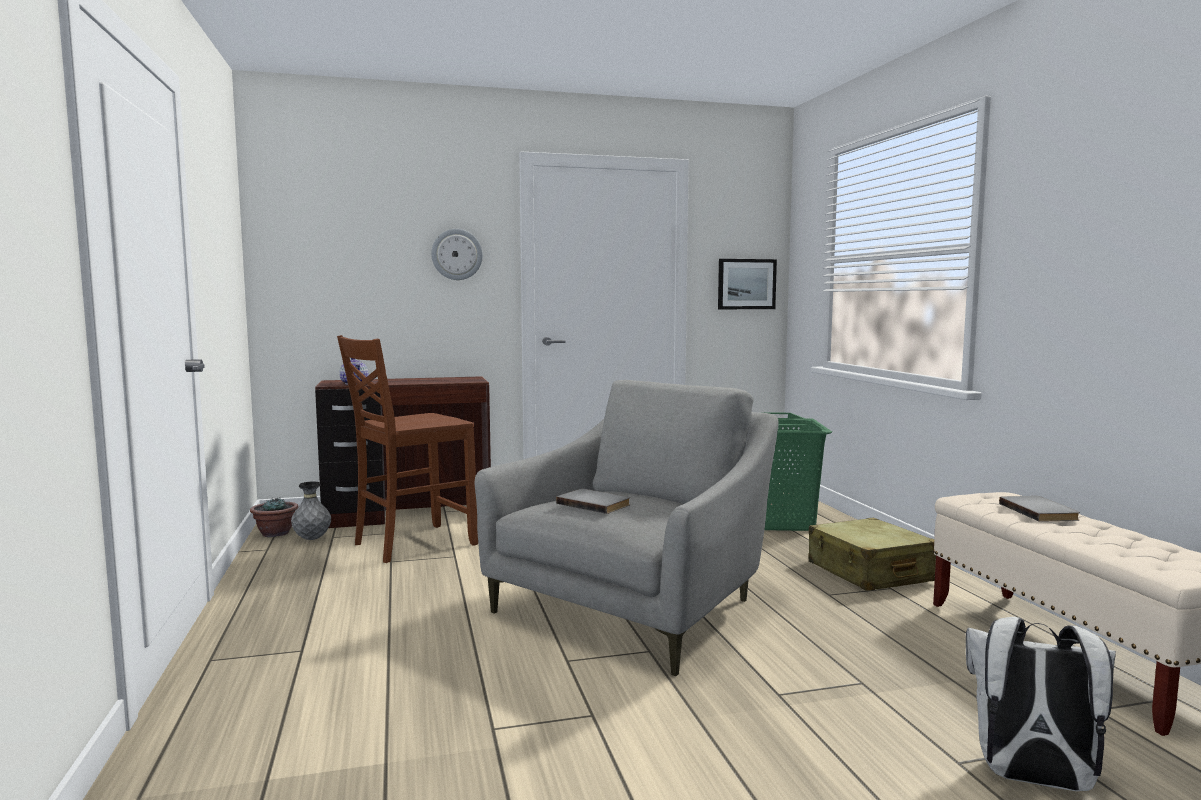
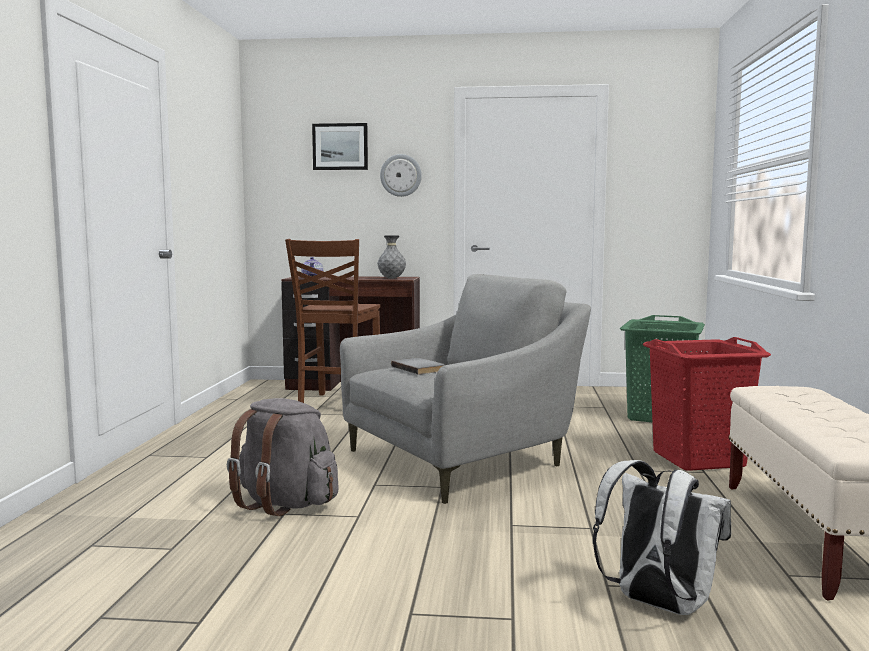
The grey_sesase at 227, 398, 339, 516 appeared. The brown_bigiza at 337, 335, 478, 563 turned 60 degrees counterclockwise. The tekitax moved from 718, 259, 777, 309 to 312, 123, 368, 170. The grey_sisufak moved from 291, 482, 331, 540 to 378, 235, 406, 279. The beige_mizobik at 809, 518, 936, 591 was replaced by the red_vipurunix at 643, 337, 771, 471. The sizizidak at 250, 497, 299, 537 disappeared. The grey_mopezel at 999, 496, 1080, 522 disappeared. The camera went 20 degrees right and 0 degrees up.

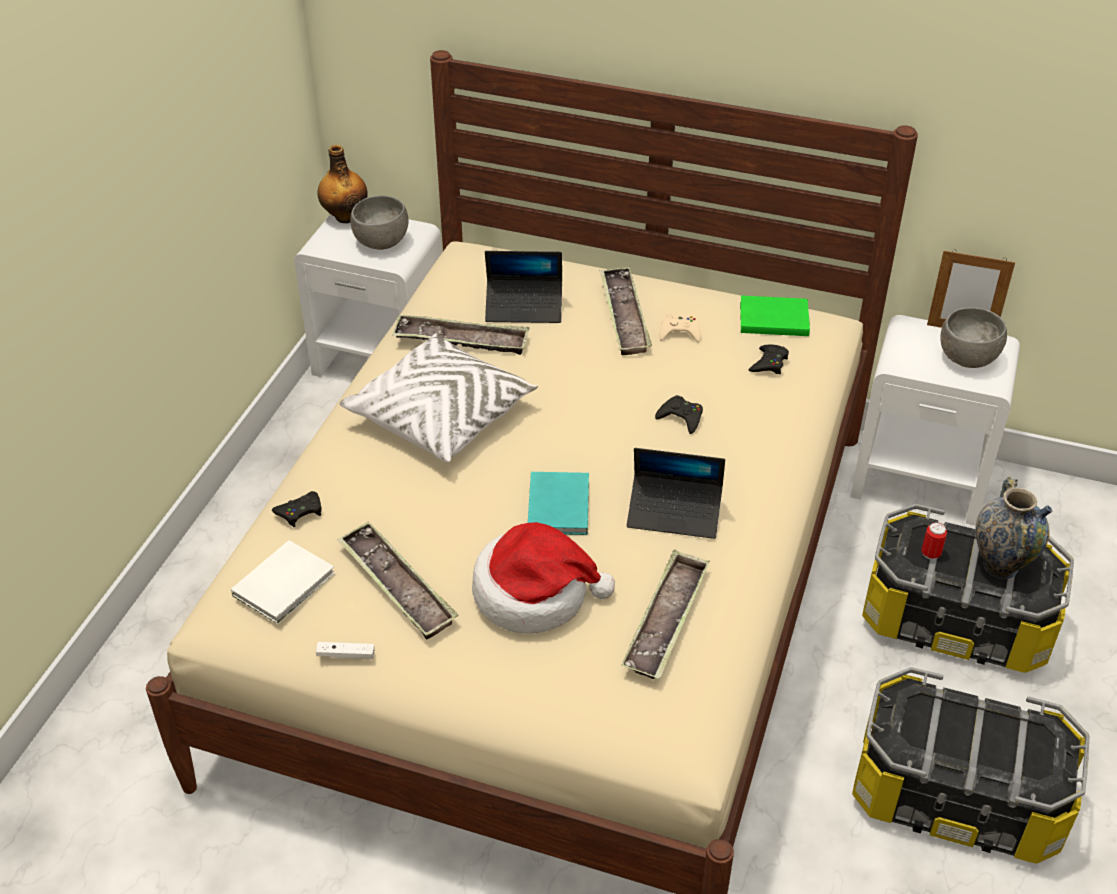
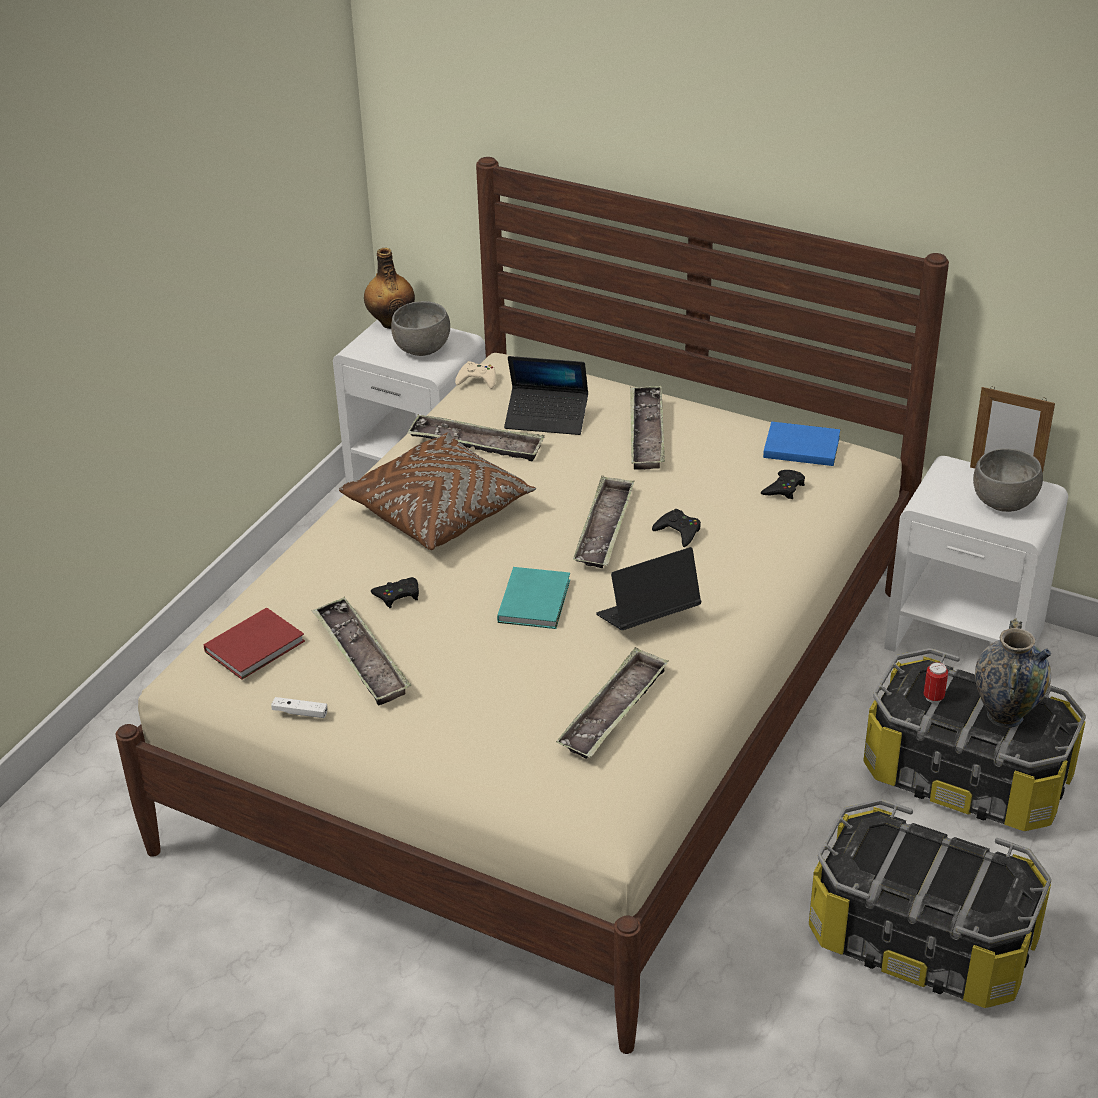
The white_mopezel at 231, 540, 335, 624 became the red_mopezel at 204, 607, 305, 680. The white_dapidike at 339, 333, 538, 463 became the brown_dapidike at 339, 432, 536, 550. The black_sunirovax moved from 272, 491, 321, 527 to 371, 577, 419, 608. The beige_sunirovax moved from 659, 314, 701, 342 to 455, 361, 496, 389. The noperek at 573, 476, 635, 568 appeared. The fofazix at 627, 448, 725, 539 turned 135 degrees clockwise. The green_mopezel at 740, 296, 810, 336 became the blue_mopezel at 763, 421, 840, 466. The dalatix at 472, 522, 615, 634 disappeared. The camera went 10 degrees right and 5 degrees down.

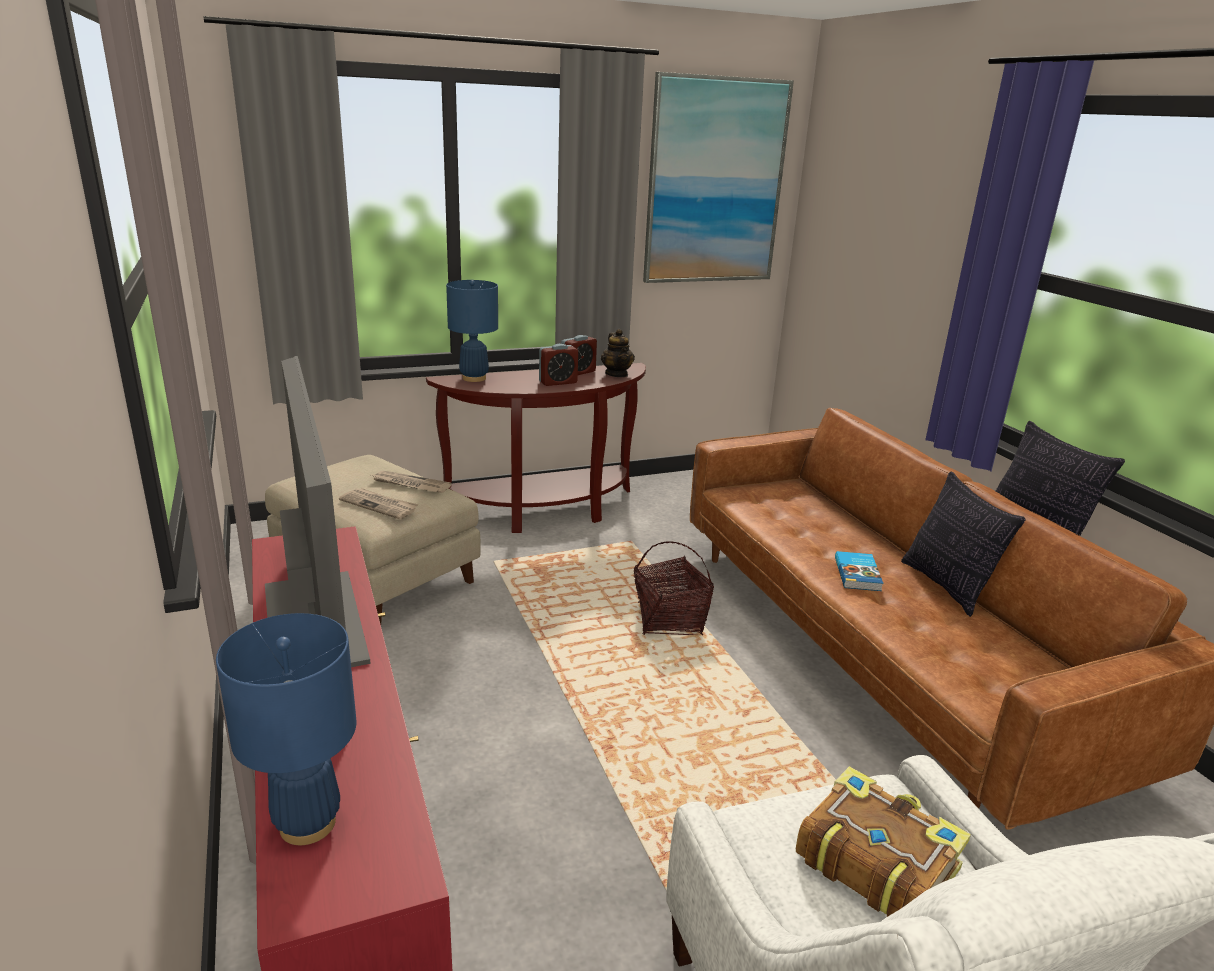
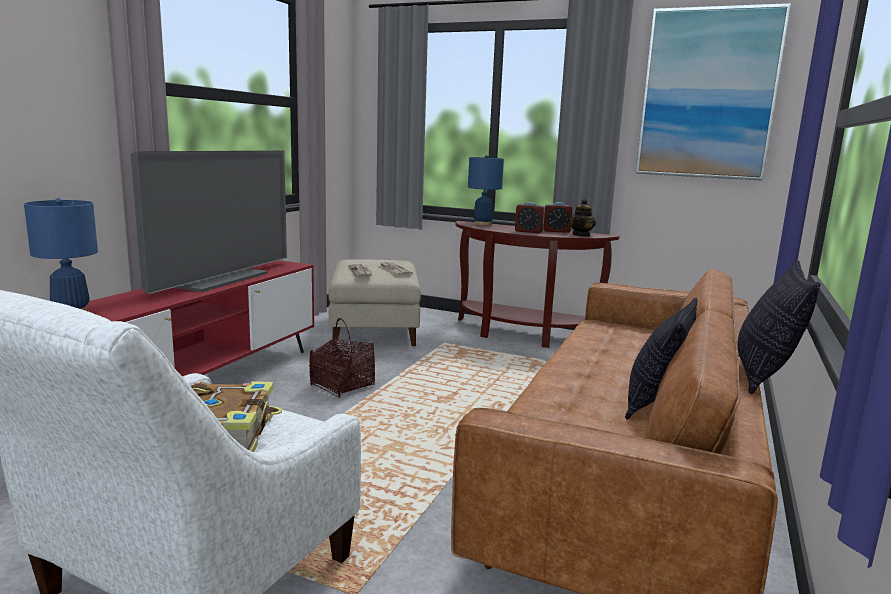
The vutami moved from 633, 542, 714, 635 to 309, 318, 375, 398. The mopezel at 835, 551, 883, 591 disappeared. The camera went 45 degrees right and 10 degrees down.

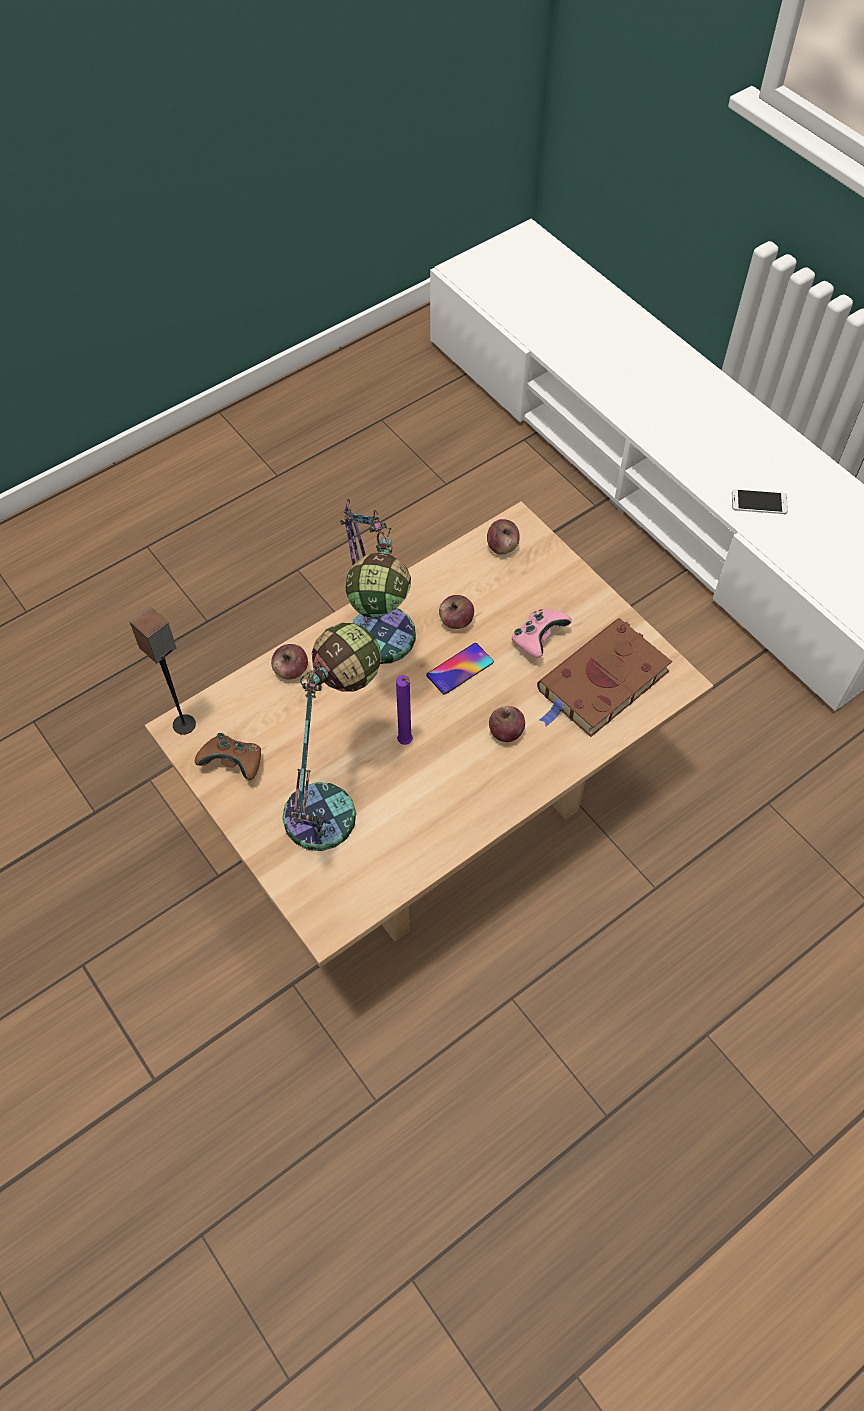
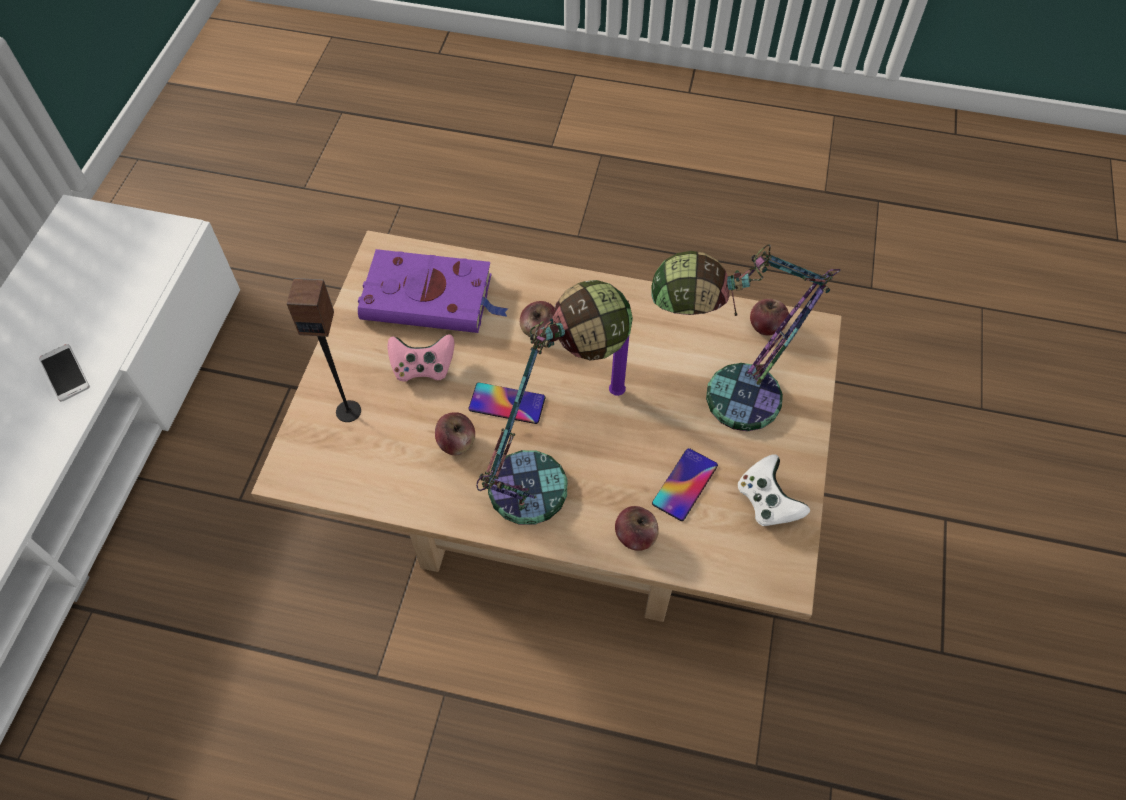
The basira moved from 130, 606, 196, 735 to 287, 278, 361, 422. The brown_mopezel at 537, 618, 672, 737 became the purple_mopezel at 358, 249, 509, 333. The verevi at 652, 448, 718, 521 appeared. The brown_sunirovax at 195, 733, 261, 780 became the white_sunirovax at 738, 454, 810, 526. The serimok moved from 487, 519, 520, 555 to 750, 299, 789, 335. The camera went 130 degrees left and 0 degrees up.

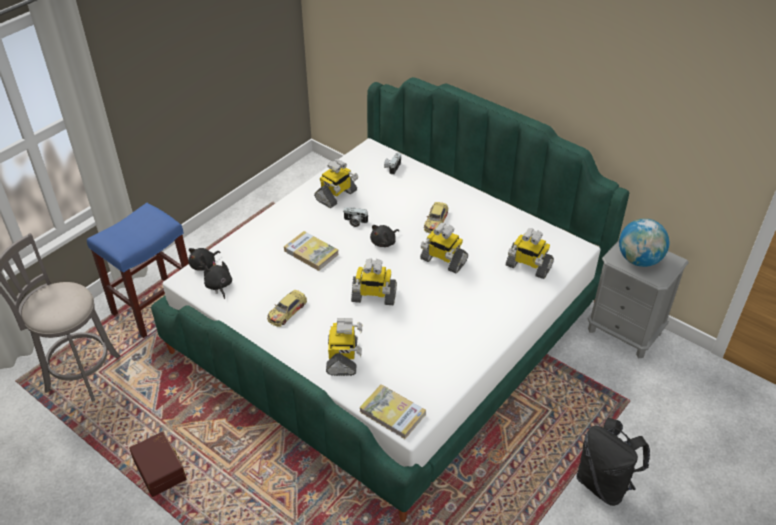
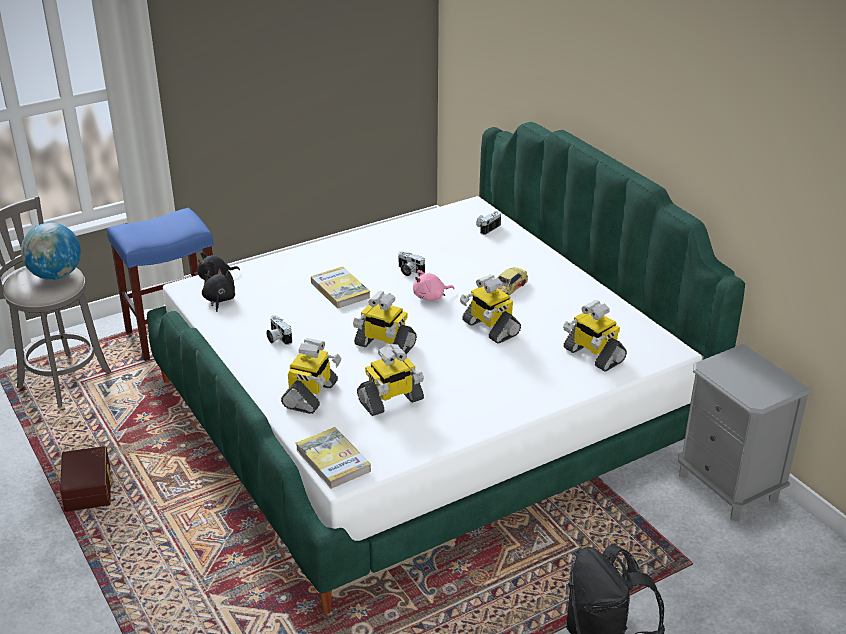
The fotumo moved from 619, 219, 669, 267 to 21, 223, 81, 280. The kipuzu at 267, 290, 307, 327 was replaced by the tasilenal at 266, 315, 292, 345. The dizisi moved from 314, 159, 358, 208 to 357, 344, 424, 416. The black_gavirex at 370, 225, 399, 247 became the pink_gavirex at 413, 270, 455, 301. The camera went 20 degrees right and 10 degrees down.

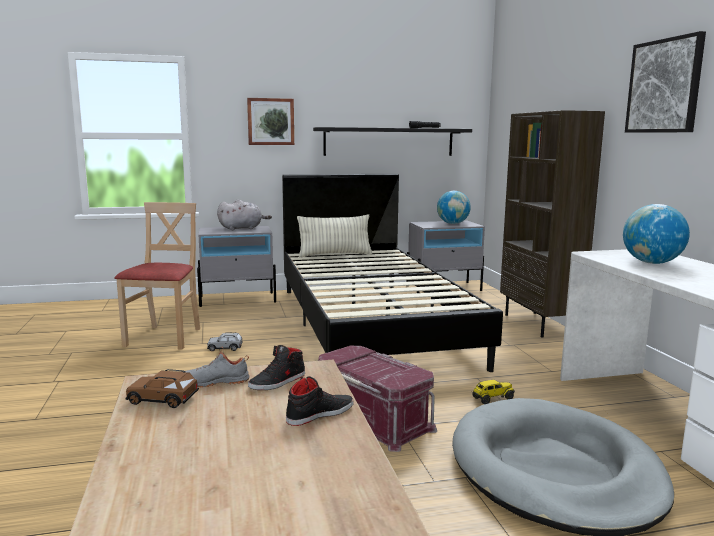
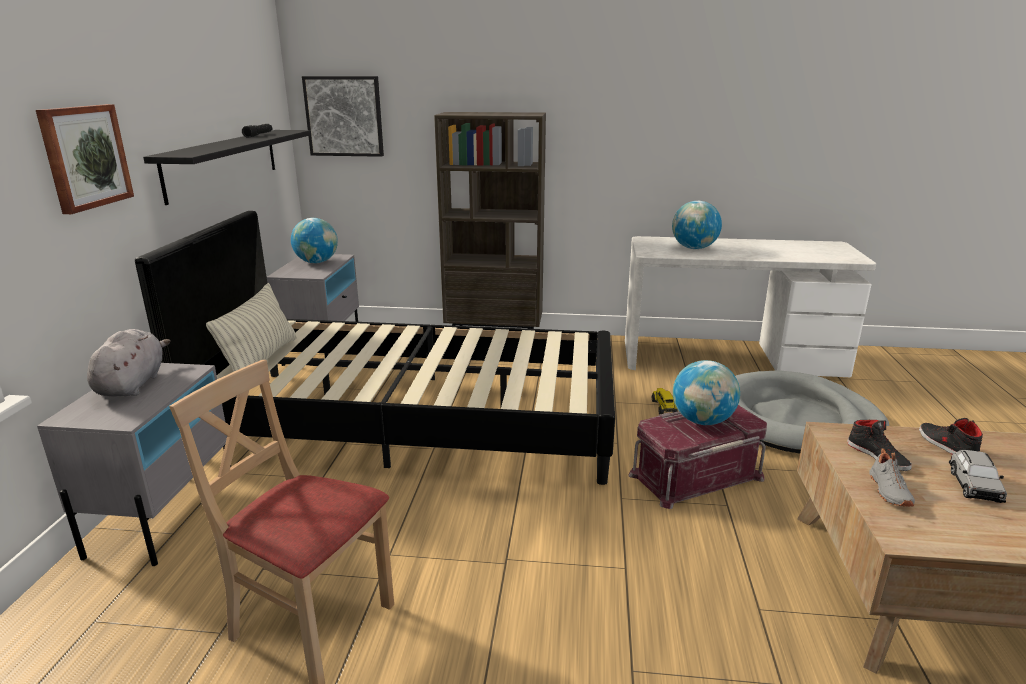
The tekitax moved from 625, 31, 706, 133 to 302, 76, 384, 157. The fotumo at 673, 360, 740, 425 appeared. The grey_kipuzu moved from 207, 332, 243, 351 to 949, 450, 1007, 503. The brown_kipuzu at 126, 369, 199, 408 disappeared. The camera went 70 degrees left and 10 degrees up.

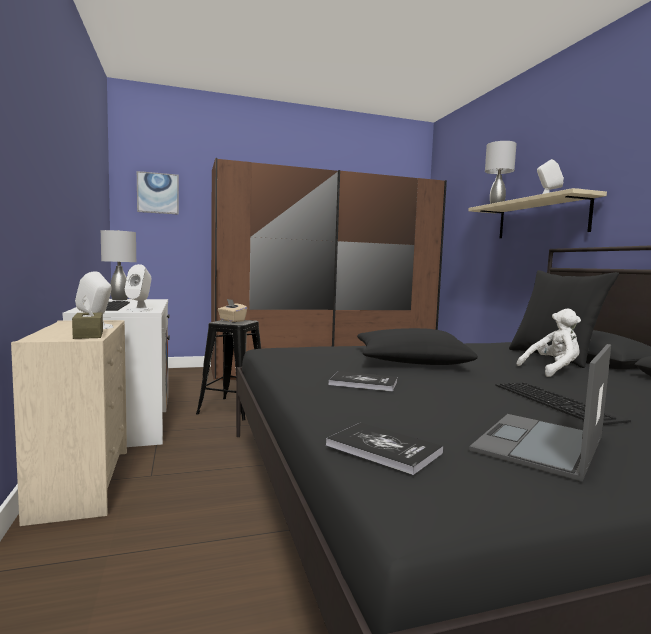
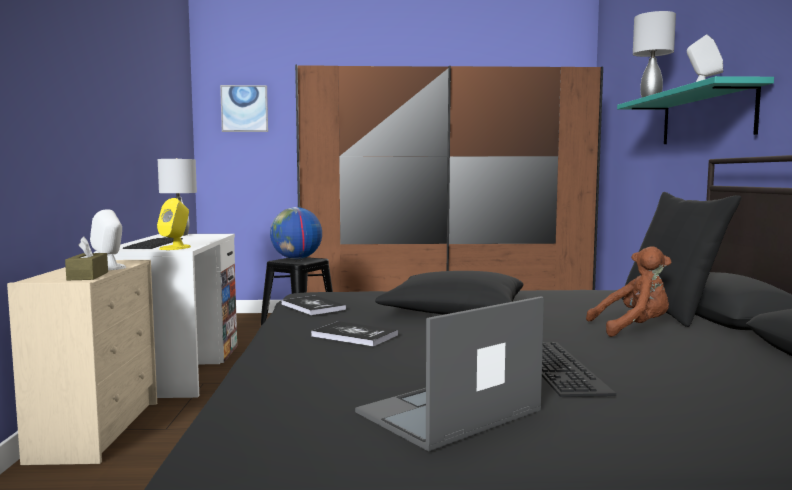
The white_basira at 125, 264, 153, 312 became the yellow_basira at 157, 198, 191, 250. The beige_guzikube at 218, 299, 247, 322 was replaced by the fotumo at 270, 207, 322, 259. The mopezel moved from 326, 423, 443, 475 to 281, 296, 346, 315. The white_gavirex at 517, 309, 581, 377 became the brown_gavirex at 586, 246, 671, 337. The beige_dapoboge at 468, 188, 607, 238 became the turquoise_dapoboge at 617, 76, 774, 144. The camera went 15 degrees right and 0 degrees up.

